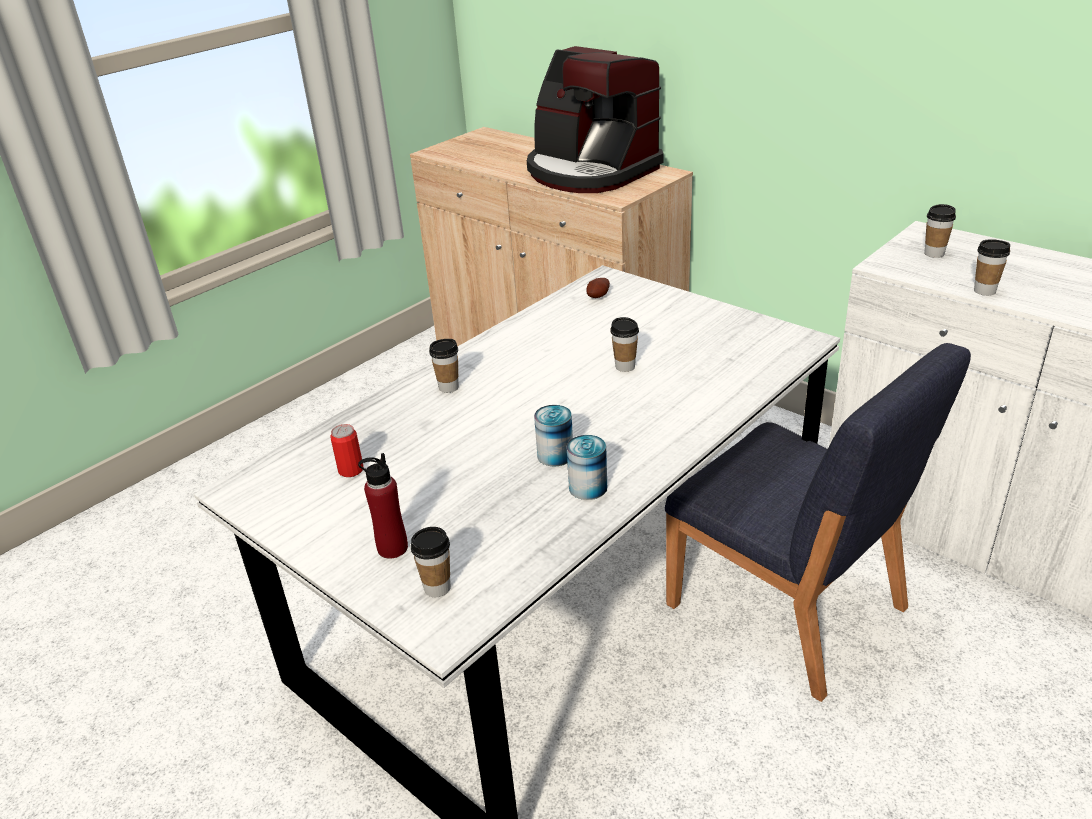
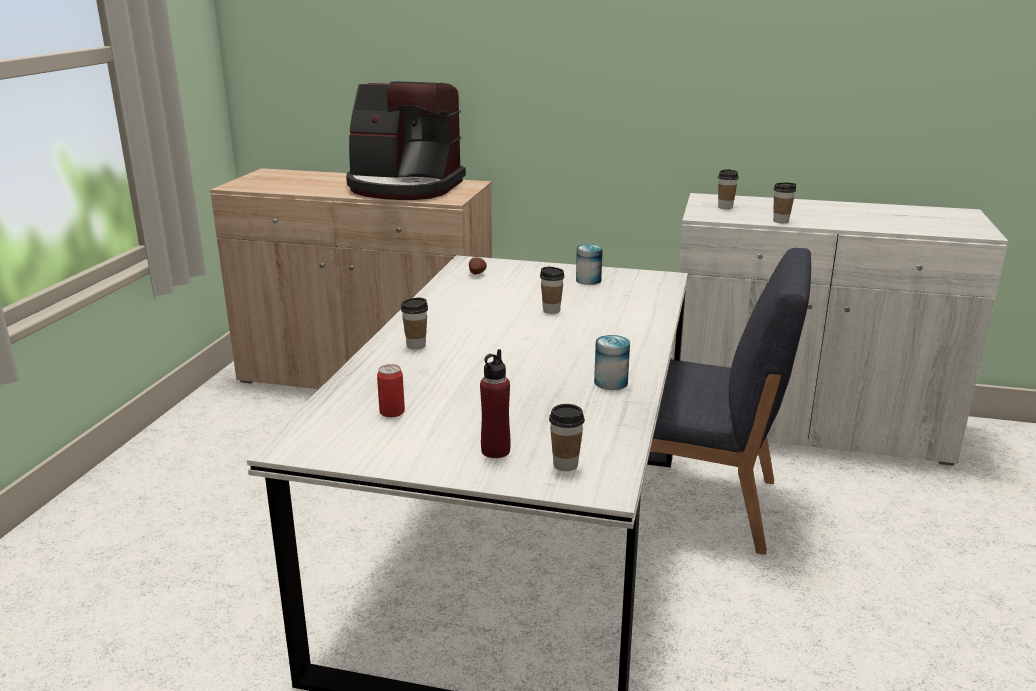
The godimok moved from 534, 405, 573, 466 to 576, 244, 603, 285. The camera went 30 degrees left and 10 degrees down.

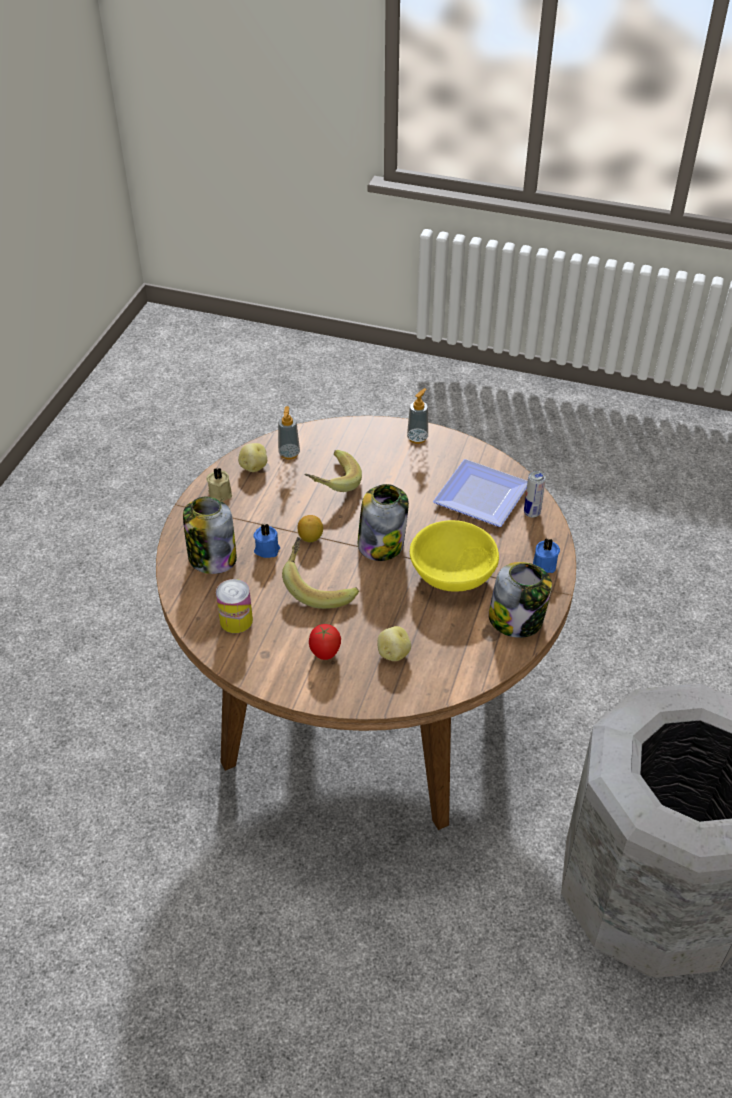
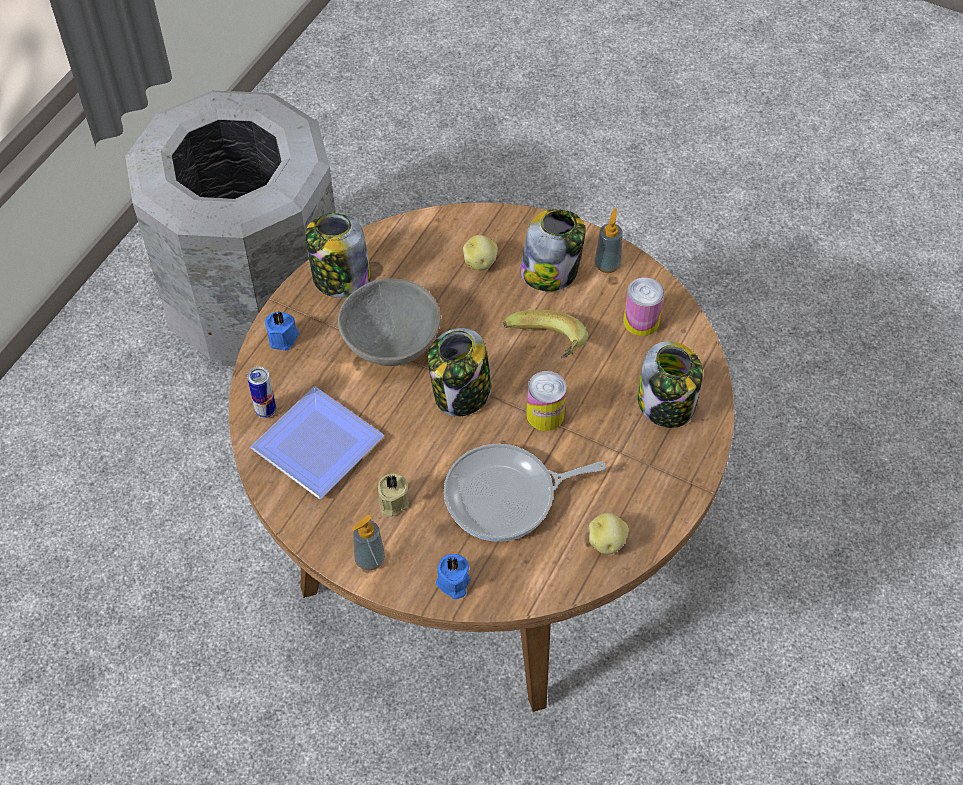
The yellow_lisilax at 410, 520, 499, 592 became the grey_lisilax at 338, 279, 441, 366. The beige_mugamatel moved from 206, 467, 232, 502 to 378, 473, 409, 517. The blue_mugamatel moved from 253, 523, 280, 558 to 436, 554, 471, 599. The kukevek at 304, 450, 362, 492 was replaced by the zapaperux at 444, 444, 606, 542. The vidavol at 309, 624, 341, 660 was replaced by the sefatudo at 521, 209, 586, 291. The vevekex at 297, 515, 323, 542 was replaced by the godimok at 526, 371, 567, 431. The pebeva moved from 278, 406, 300, 460 to 595, 208, 623, 273. The camera went 170 degrees left and 10 degrees up.

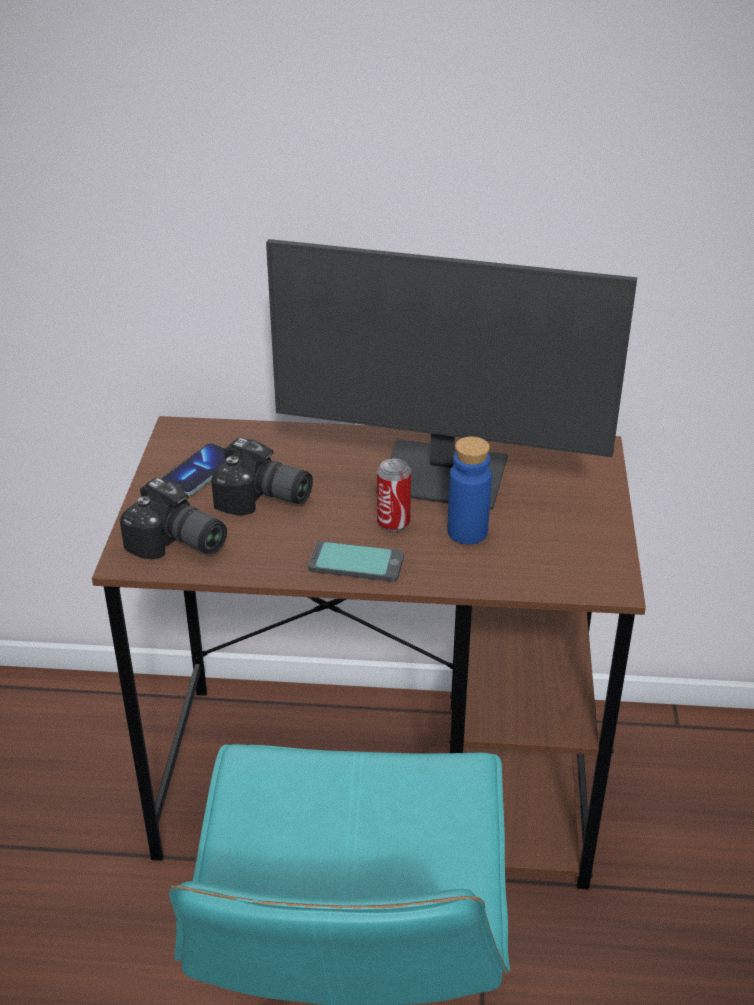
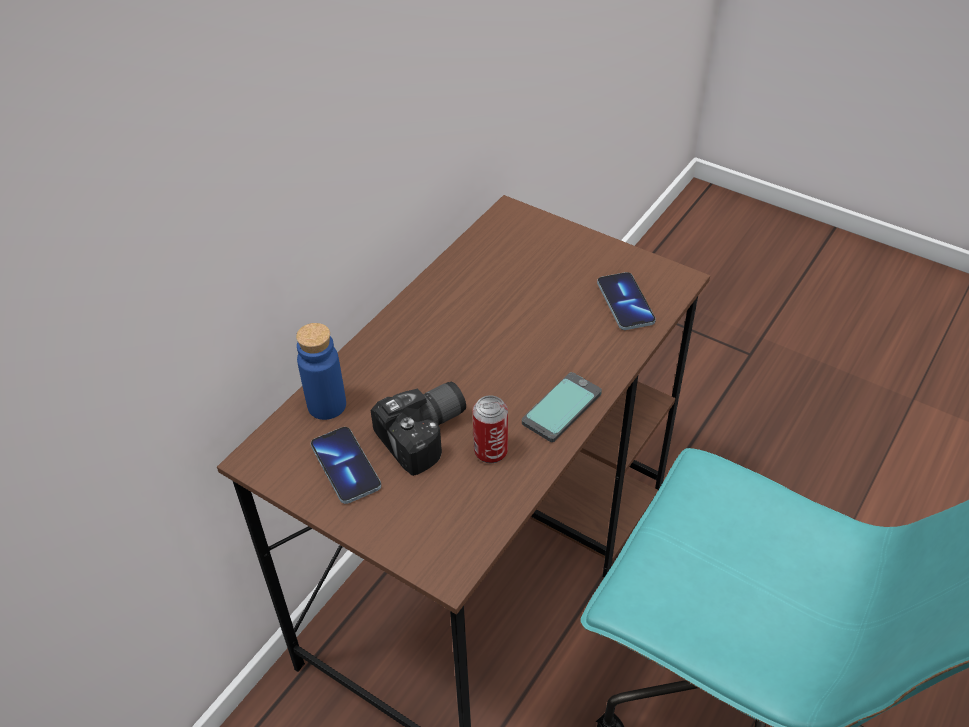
The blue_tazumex moved from 447, 436, 492, 544 to 296, 323, 346, 420. The godimok moved from 377, 459, 411, 532 to 473, 395, 508, 464. The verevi at 597, 272, 656, 330 appeared. The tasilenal at 120, 478, 227, 559 disappeared. The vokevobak at 266, 239, 637, 510 disappeared. The camera went 60 degrees left and 10 degrees up.

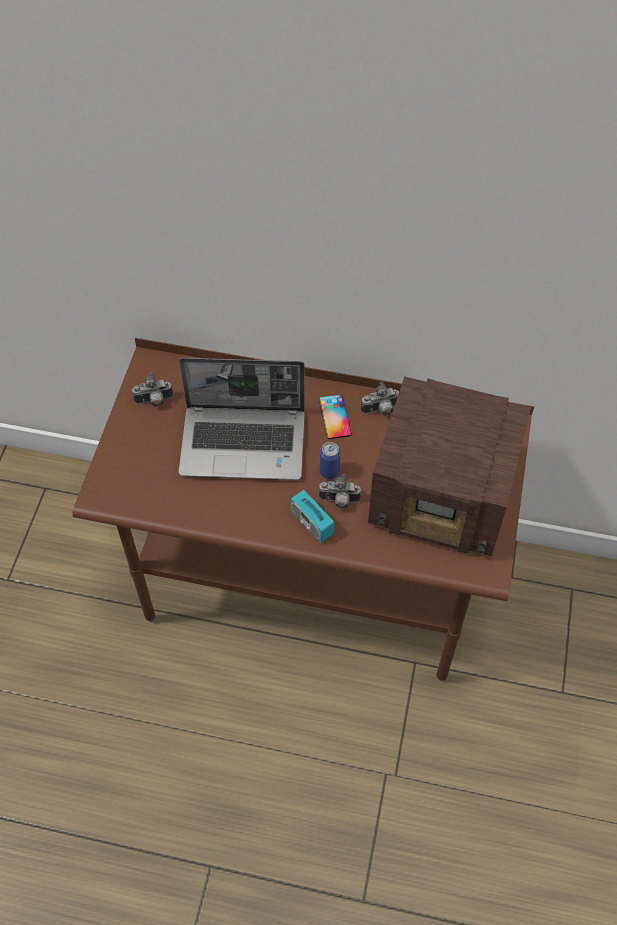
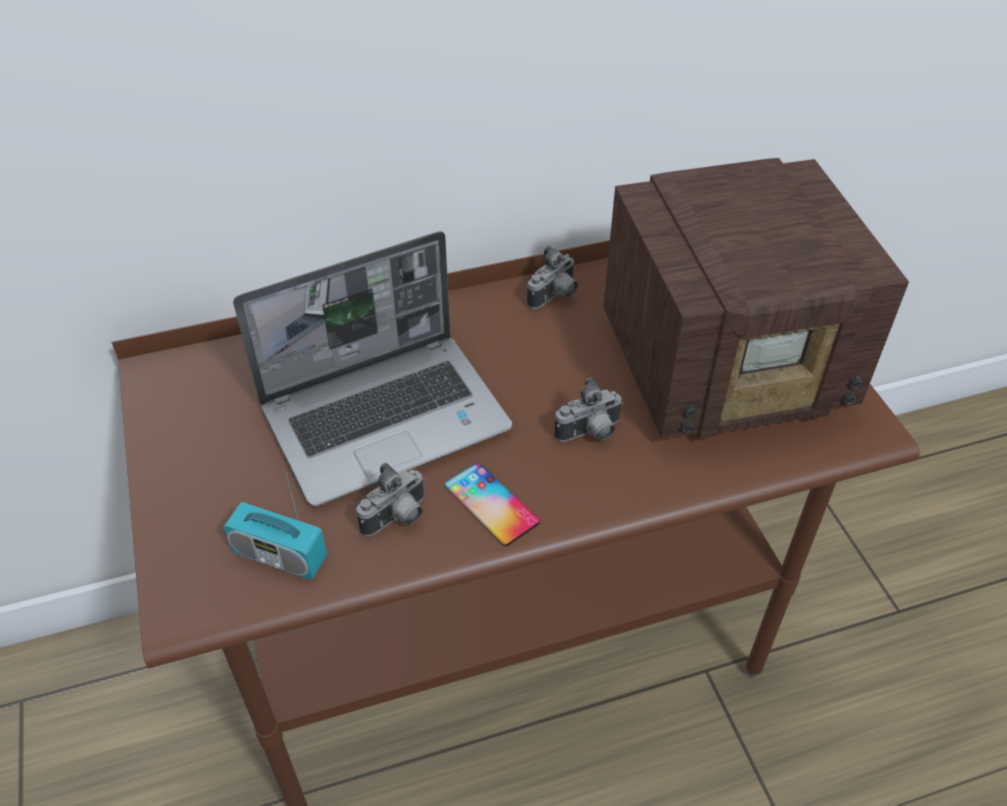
The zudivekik moved from 291, 486, 334, 543 to 224, 463, 327, 580. The tasilenal moved from 132, 373, 173, 407 to 356, 463, 425, 536. The verevi moved from 319, 394, 351, 439 to 445, 463, 540, 546. The godimok at 320, 442, 341, 479 disappeared. The camera went 30 degrees left and 10 degrees down.

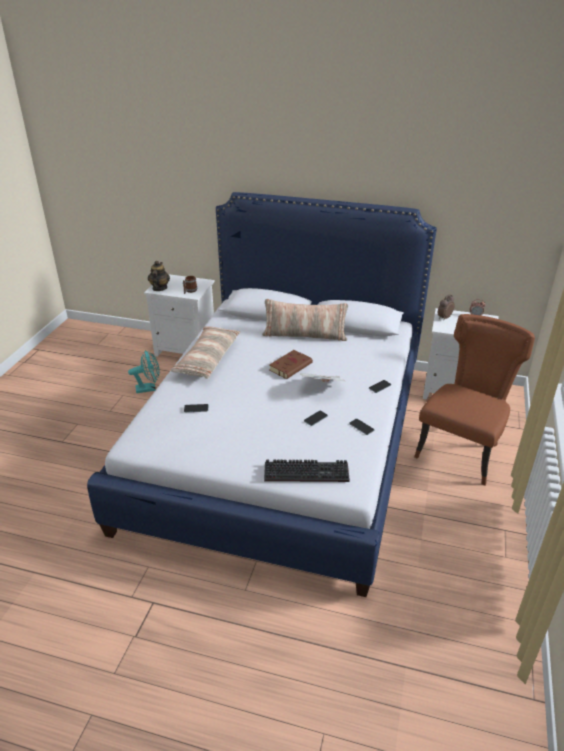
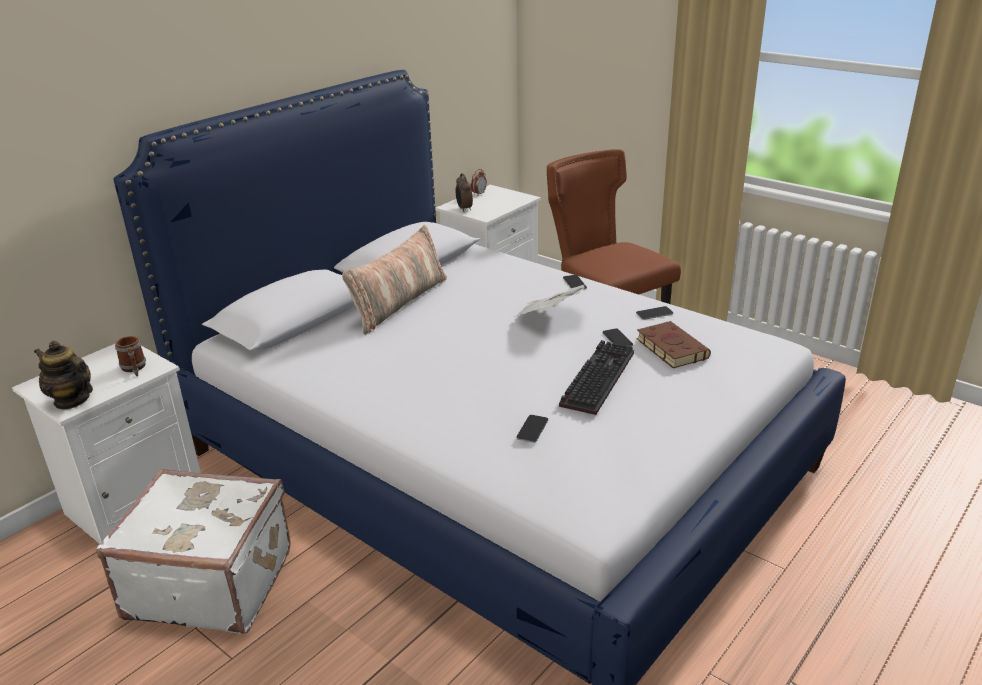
The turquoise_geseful at 128, 350, 160, 393 was replaced by the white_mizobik at 97, 469, 290, 634. The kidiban moved from 264, 460, 350, 482 to 559, 340, 634, 415. The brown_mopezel moved from 269, 350, 313, 379 to 636, 321, 711, 368. The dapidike at 171, 326, 241, 379 disappeared. The camera went 65 degrees left and 5 degrees down.

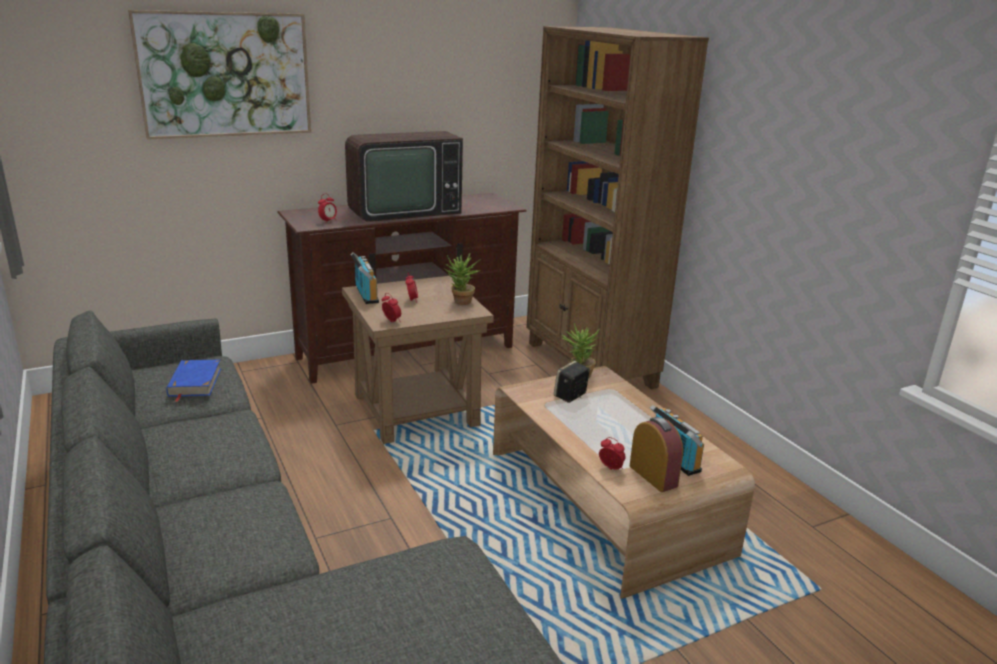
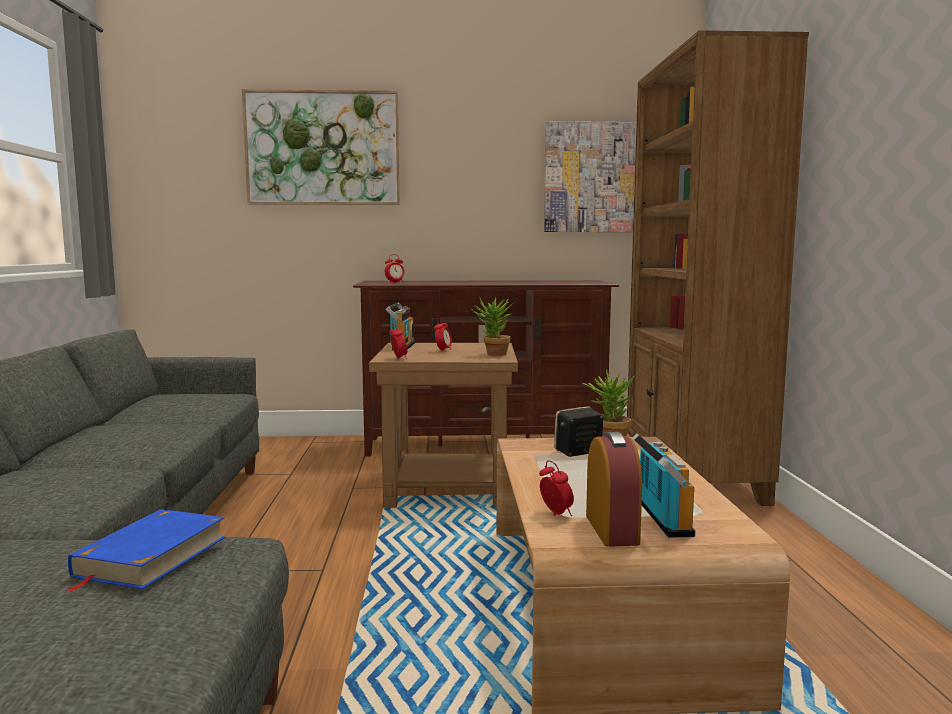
The blue_mopezel moved from 166, 360, 221, 402 to 66, 509, 225, 592. The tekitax at 544, 121, 637, 232 appeared. The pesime at 345, 131, 463, 222 disappeared. The camera went 25 degrees right and 15 degrees down.

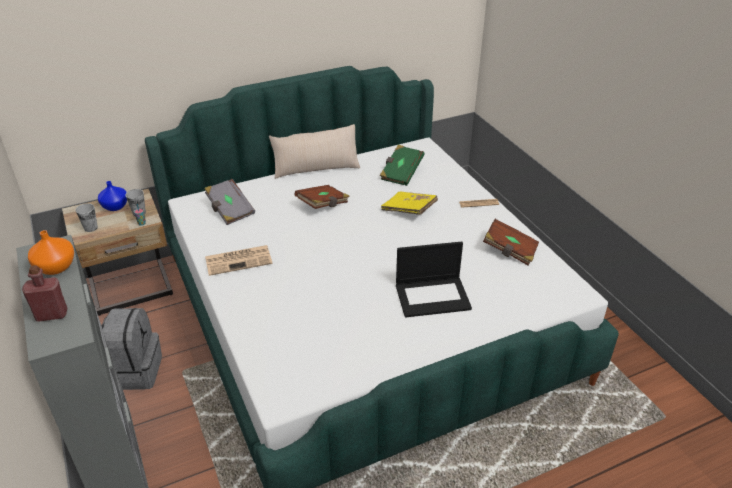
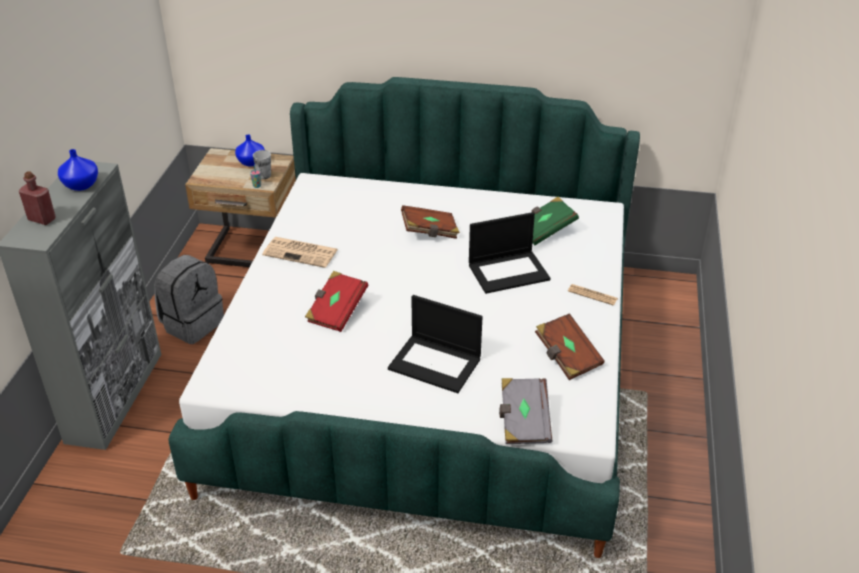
The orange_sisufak at 28, 230, 74, 275 became the blue_sisufak at 58, 149, 98, 191. The red_mopezel at 305, 271, 368, 332 appeared. The yellow_mopezel at 381, 192, 438, 215 was replaced by the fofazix at 469, 212, 551, 294. The grey_mopezel moved from 204, 179, 255, 225 to 499, 378, 552, 444. The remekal at 76, 203, 98, 232 disappeared. The beige_dapidike at 269, 124, 360, 179 disappeared. The camera went 35 degrees right and 0 degrees up.

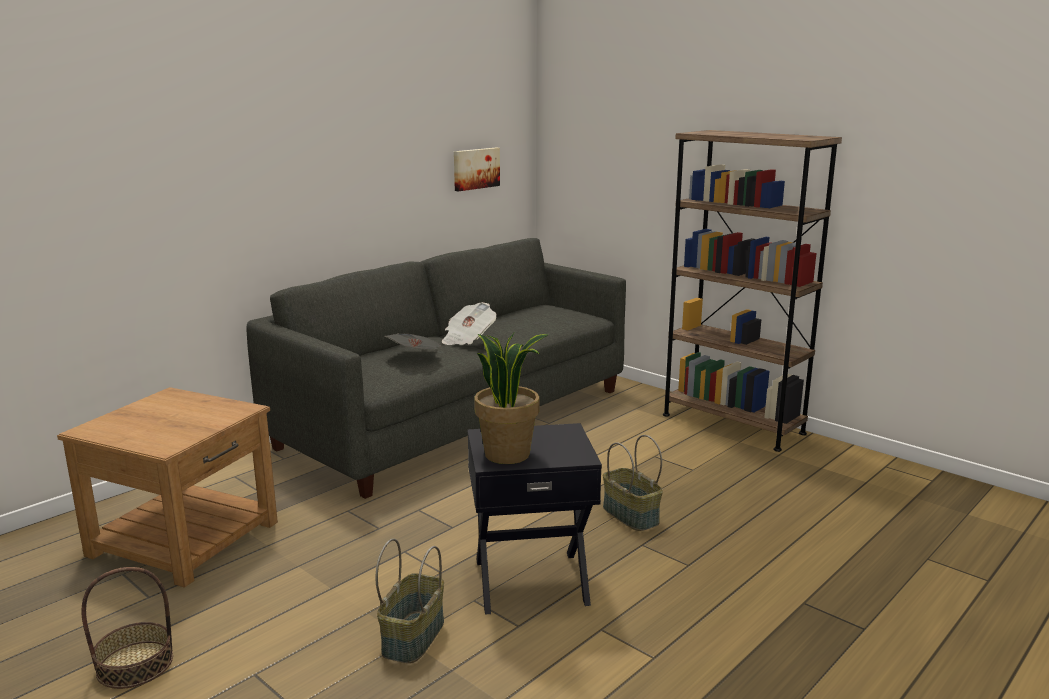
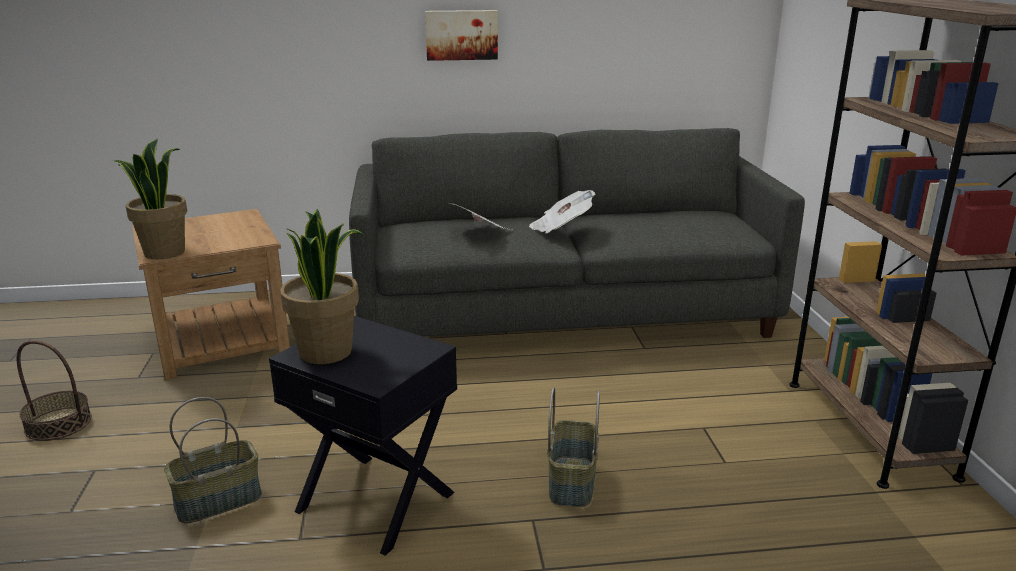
The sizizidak at 115, 139, 187, 259 appeared. The tekitax moved from 454, 148, 500, 191 to 425, 10, 498, 61. The camera went 40 degrees right and 5 degrees up.

